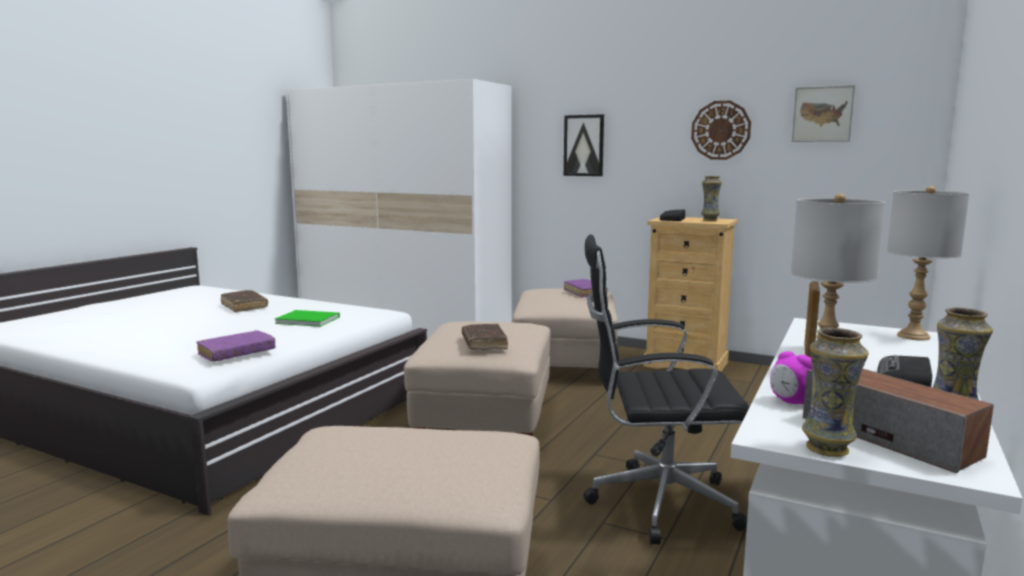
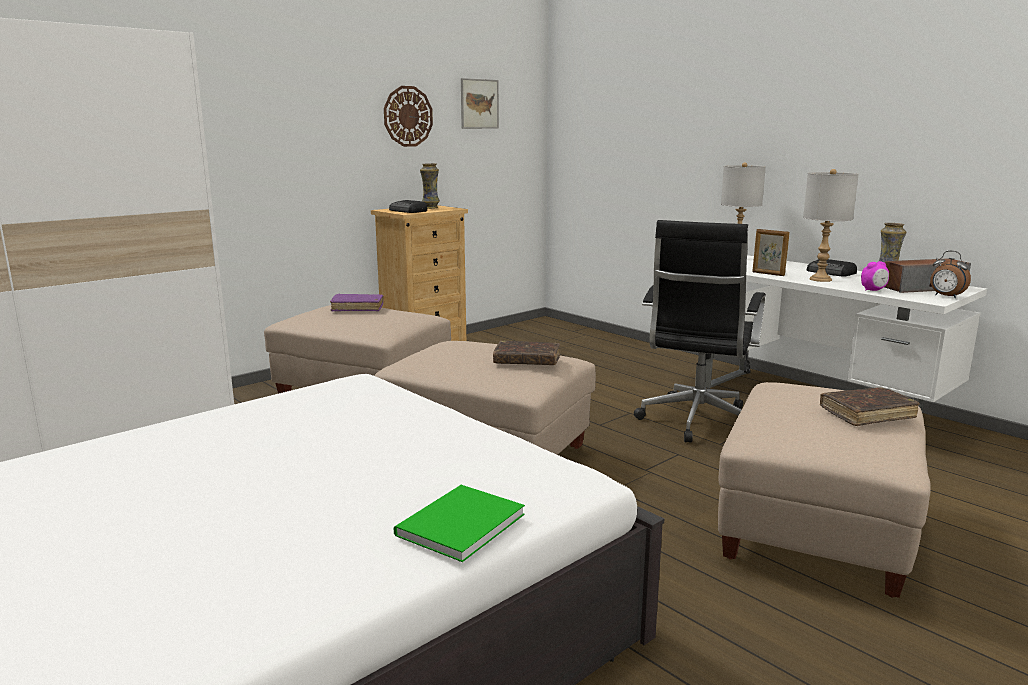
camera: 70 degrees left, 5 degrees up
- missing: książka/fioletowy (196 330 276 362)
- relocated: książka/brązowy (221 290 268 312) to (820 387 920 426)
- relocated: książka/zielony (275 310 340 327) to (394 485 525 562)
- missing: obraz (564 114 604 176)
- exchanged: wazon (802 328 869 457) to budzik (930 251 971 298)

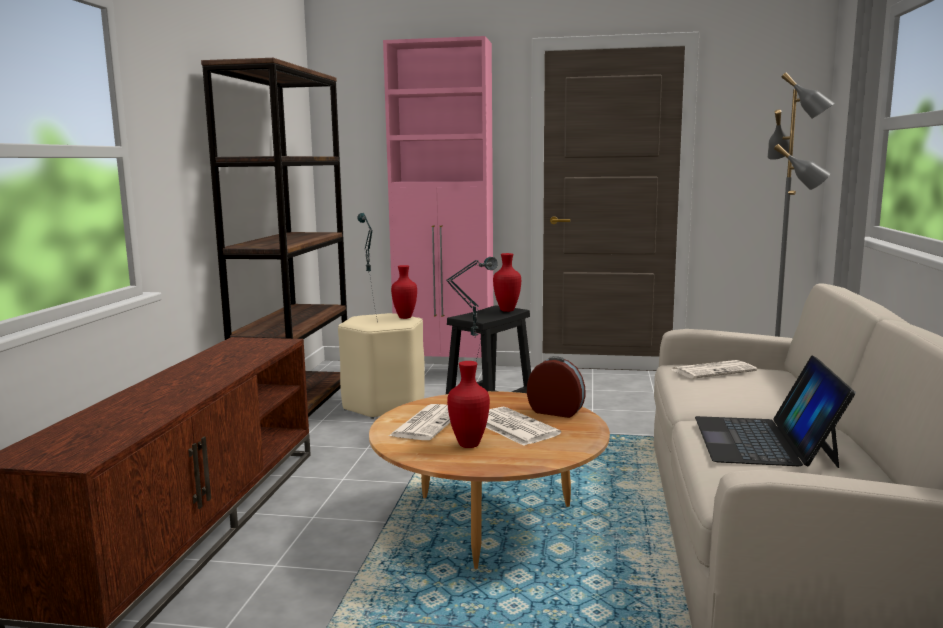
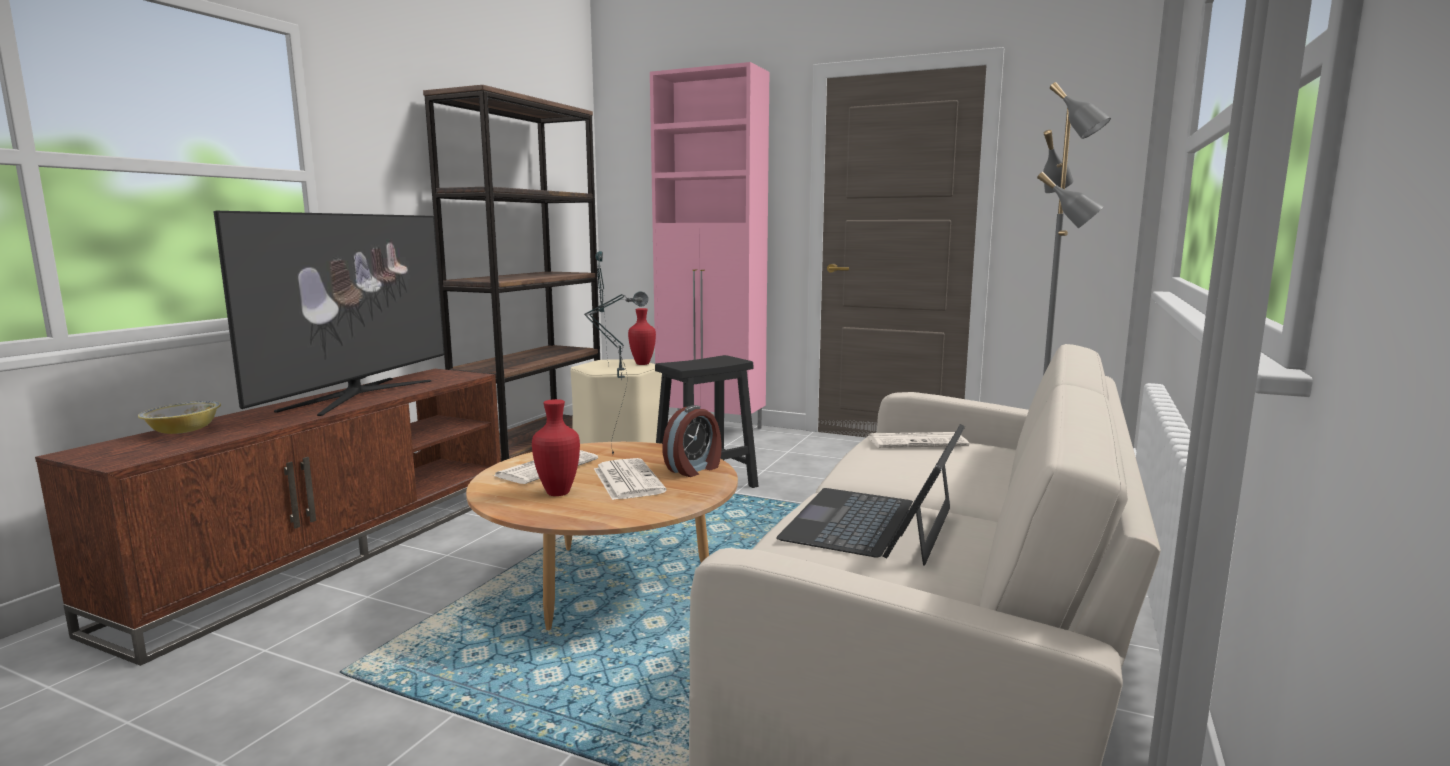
camera: 15 degrees right, 0 degrees up
- missing: wazon/czerwony (493 253 521 312)
- spun: budzik (527 356 586 418) = (663 405 722 477) 90 degrees clockwise
- appeared: miska (138 401 221 434)
- appeared: telewizor (214 211 445 416)

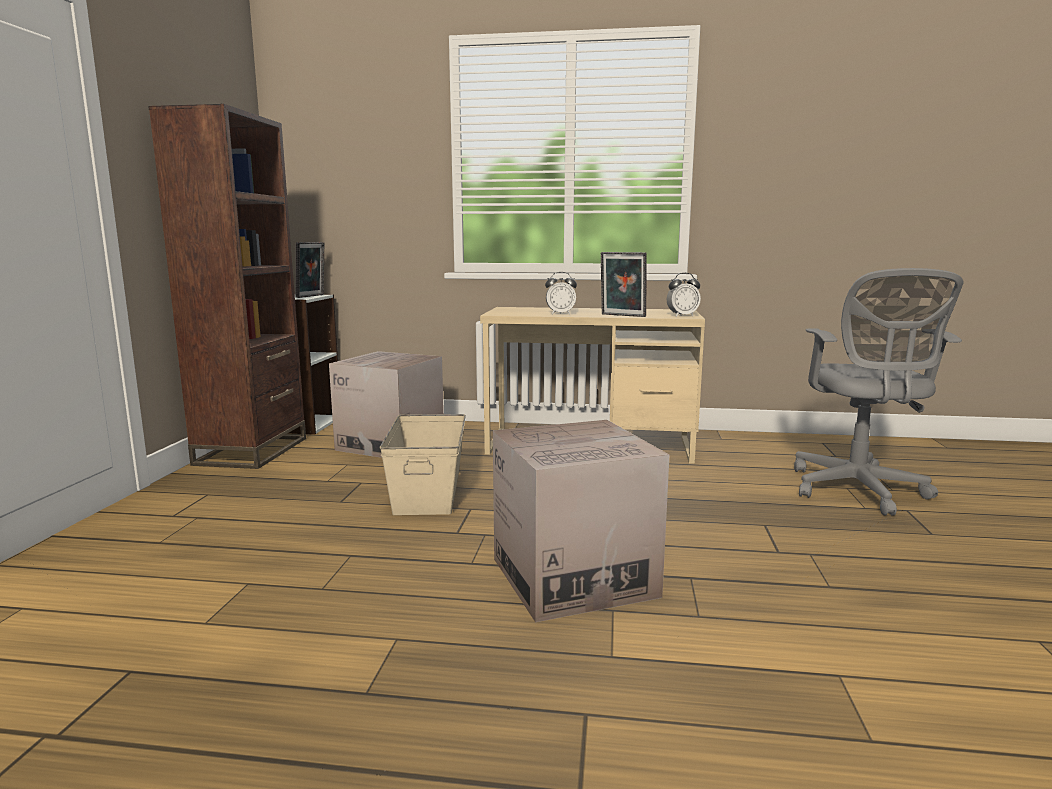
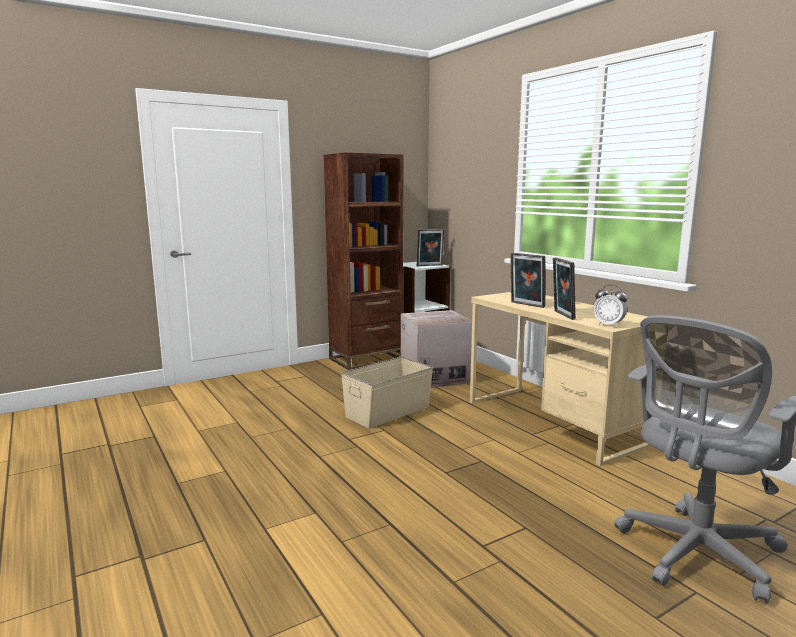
camera: 50 degrees right, 0 degrees up
- missing: karton (493 420 669 622)
- exchanged: budzik (545 272 577 315) to ramka na zdjęcie (510 253 545 308)

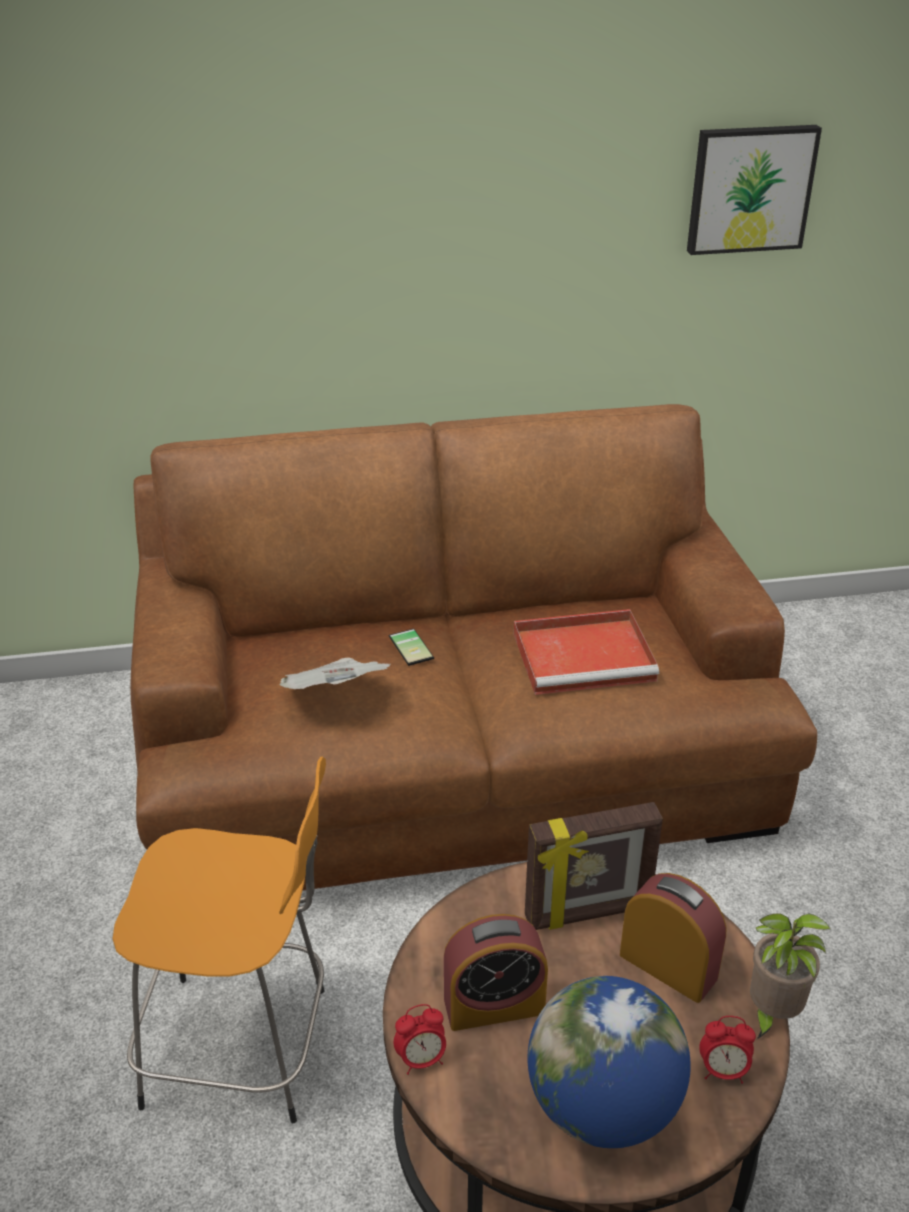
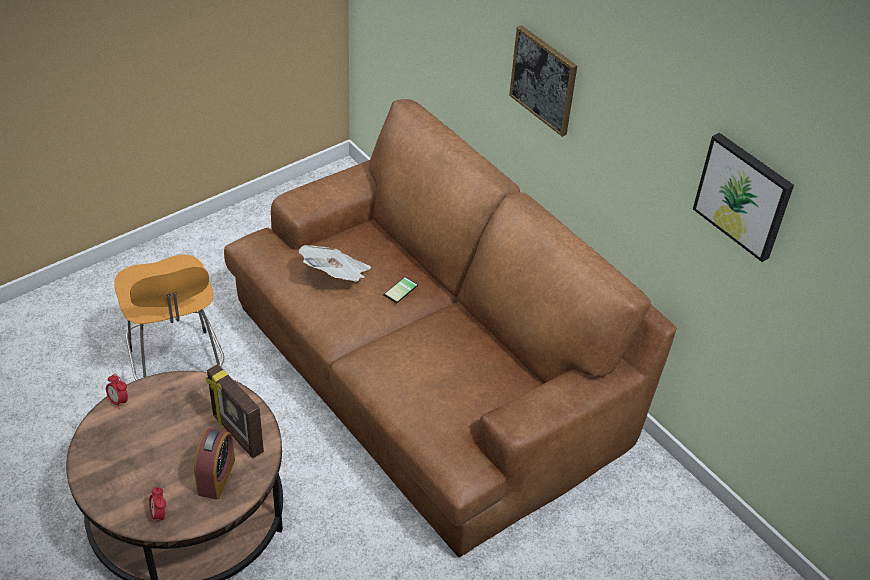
camera: 60 degrees right, 10 degrees up
- missing: budzik (444 914 548 1031)
- missing: taca/czerwony (514 609 659 695)
- missing: globus (527 976 691 1148)
- missing: roślina doniczkowa (750 914 831 1039)
- appeared: obraz (509 25 577 137)

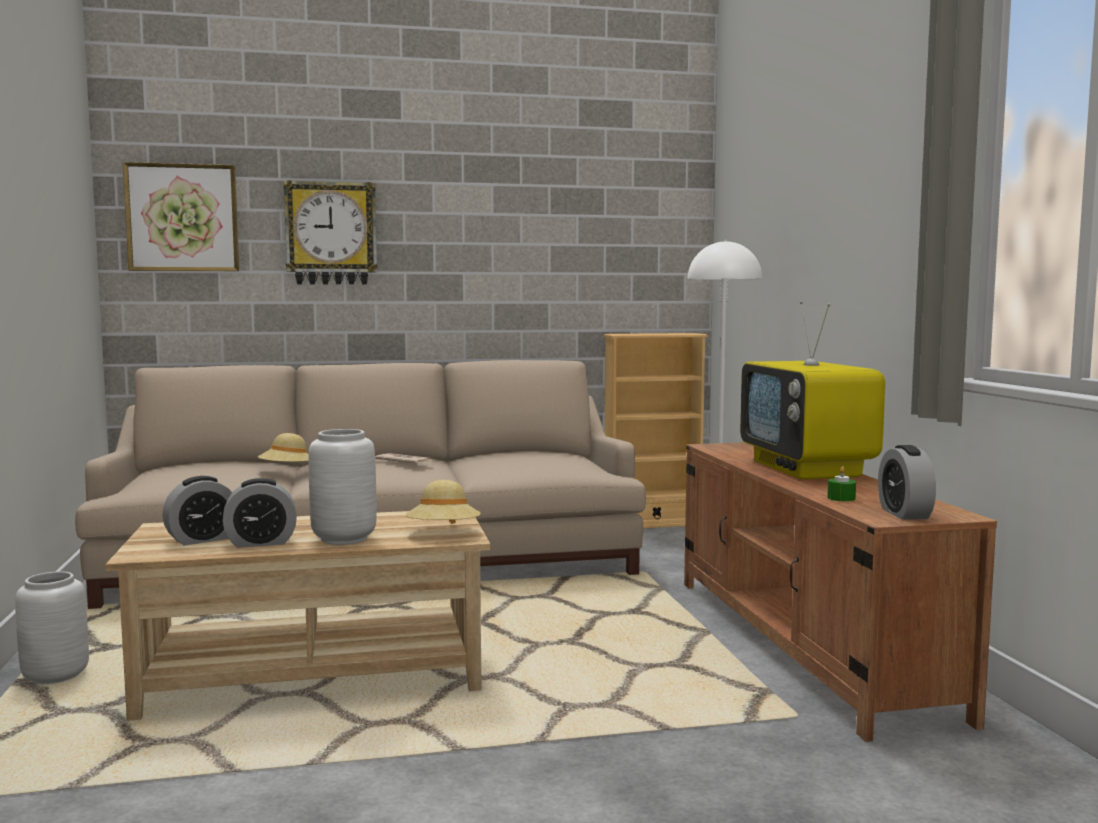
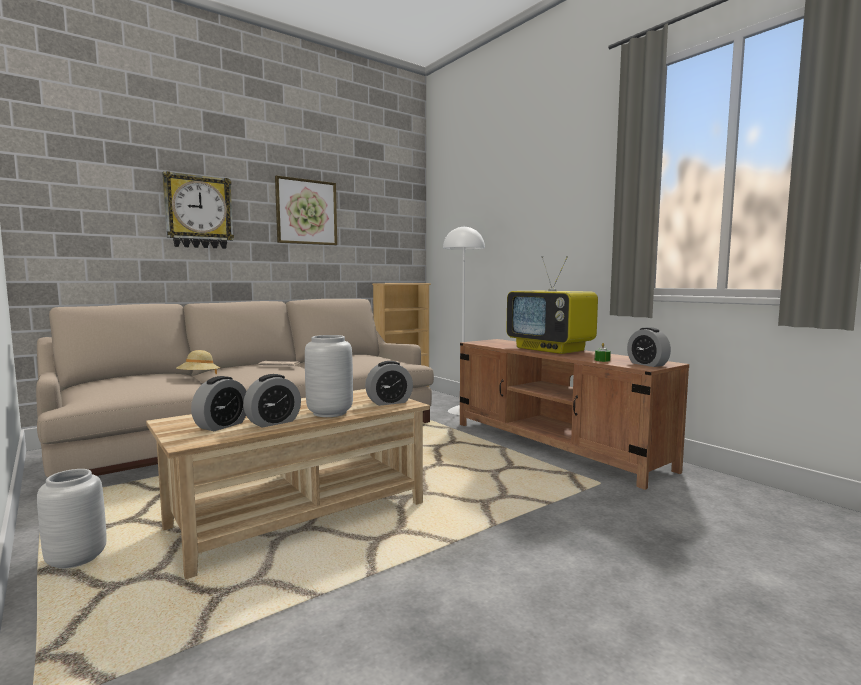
camera: 25 degrees left, 0 degrees up
- relocated: obraz (123 162 239 271) to (275 176 337 245)
- exchanged: kapelusz/beżowy (405 480 481 524) to budzik (365 361 413 406)

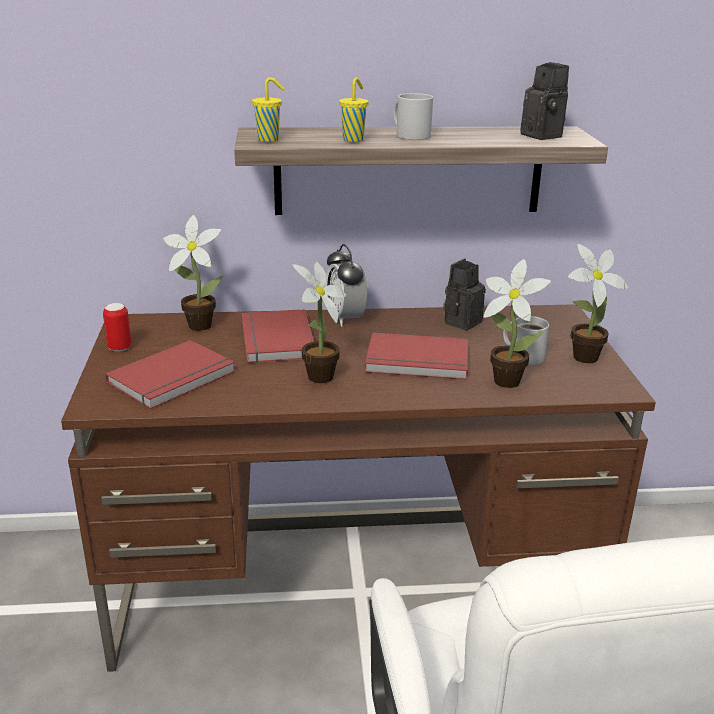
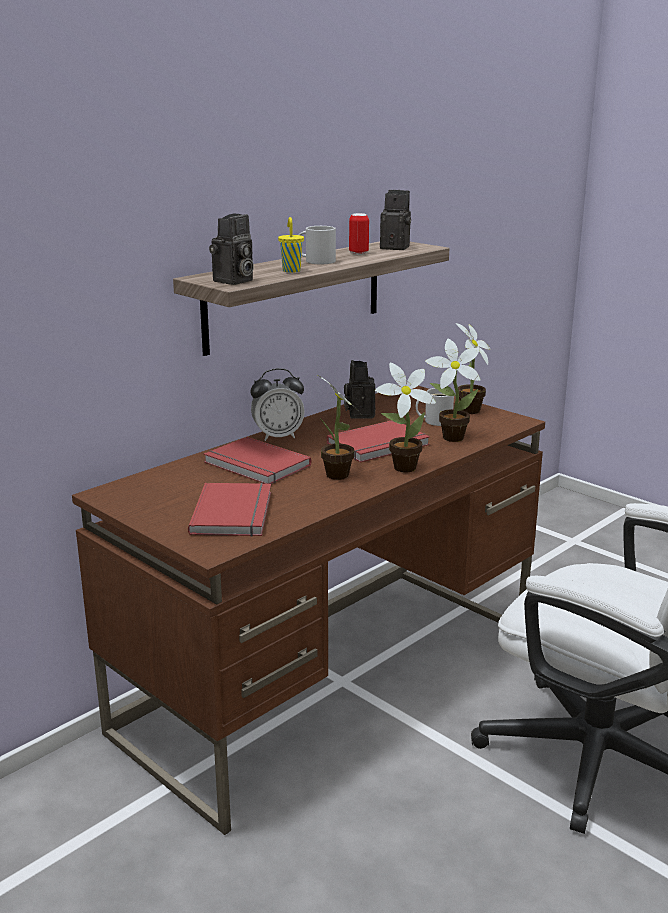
camera: 40 degrees left, 5 degrees down
- relocated: puszka (103 303 132 352) to (349 213 369 255)
- relocated: roślina doniczkowa (163 215 223 331) to (375 363 436 472)
- exchanged: filiżanka/żółty (252 77 285 142) to aparat fotograficzny (209 213 254 285)
- spun: budzik (325 244 367 327) = (251 368 305 441) 45 degrees counterclockwise

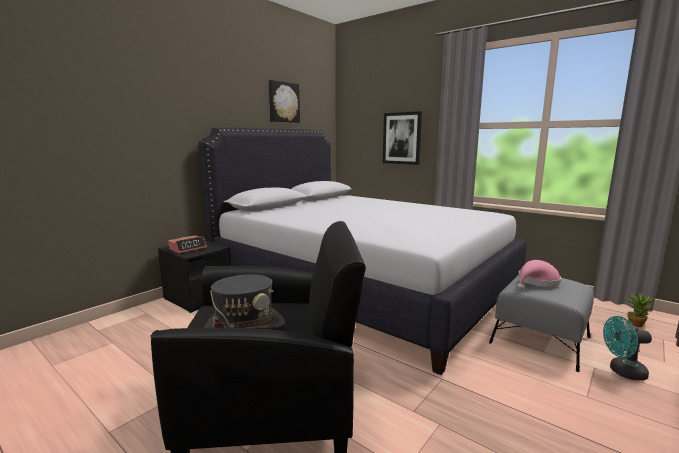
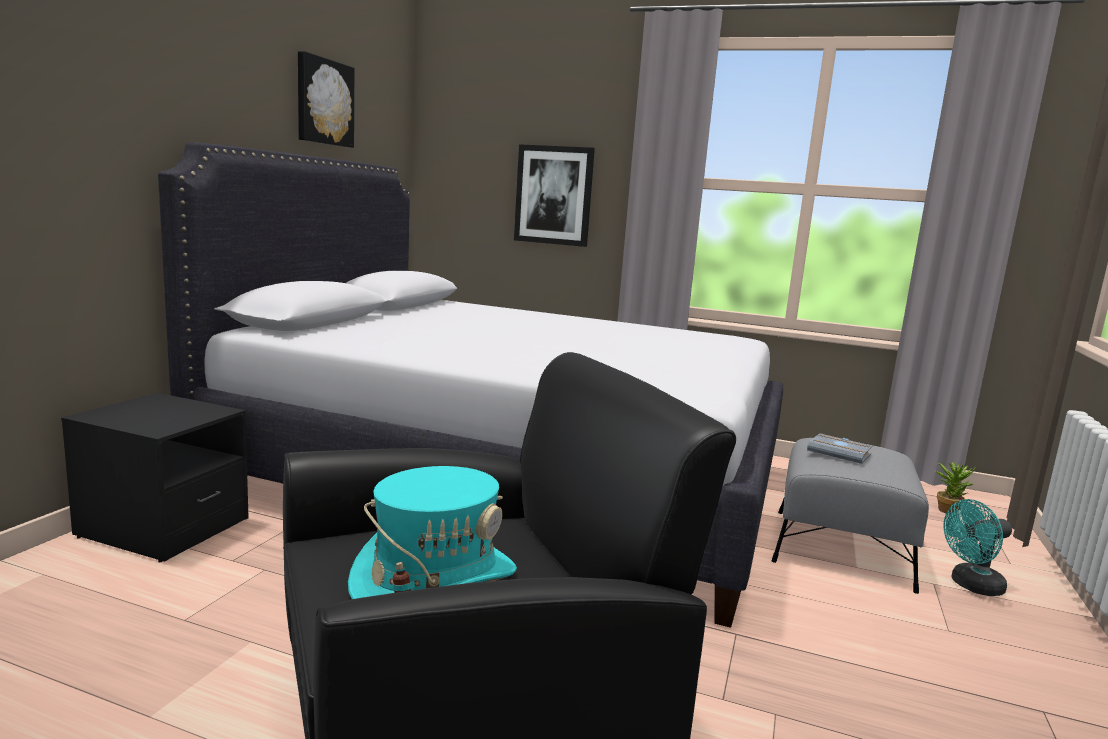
camera: 20 degrees left, 0 degrees up
- missing: budzik (169 235 207 254)
- colour: kapelusz/szary (204 274 285 330) to kapelusz/turkusowy (348 466 517 599)
- exchanged: kapelusz/różowy (517 260 561 289) to książka/szary (807 434 872 464)

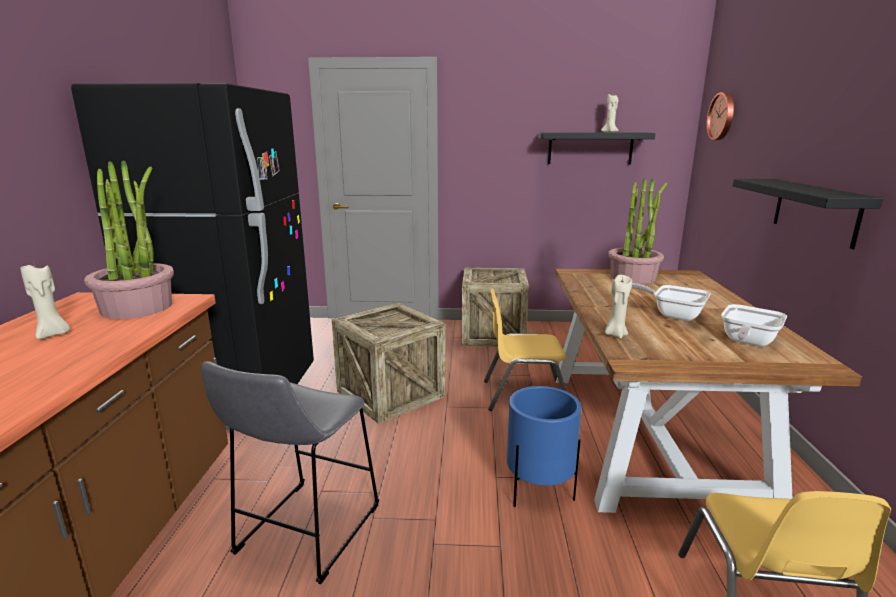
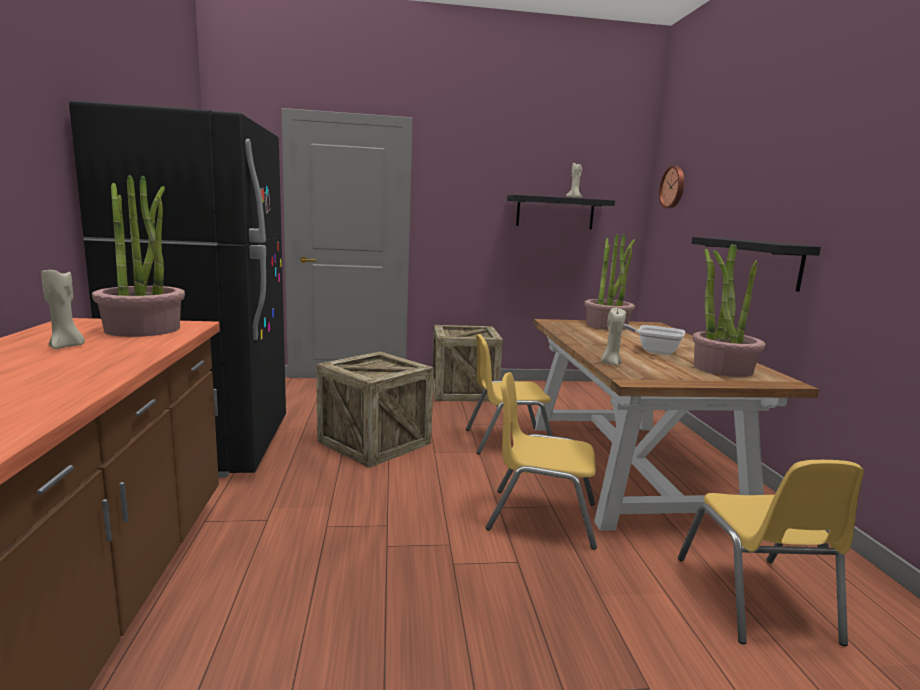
camera: 10 degrees left, 5 degrees down
- missing: stołek/szary (201 361 379 584)
- exchanged: donica/niebieski (507 386 582 507) to krzesło/żółty (485 372 597 550)
- exchanged: patelnia (721 304 787 347) to roślina doniczkowa (692 244 765 377)

